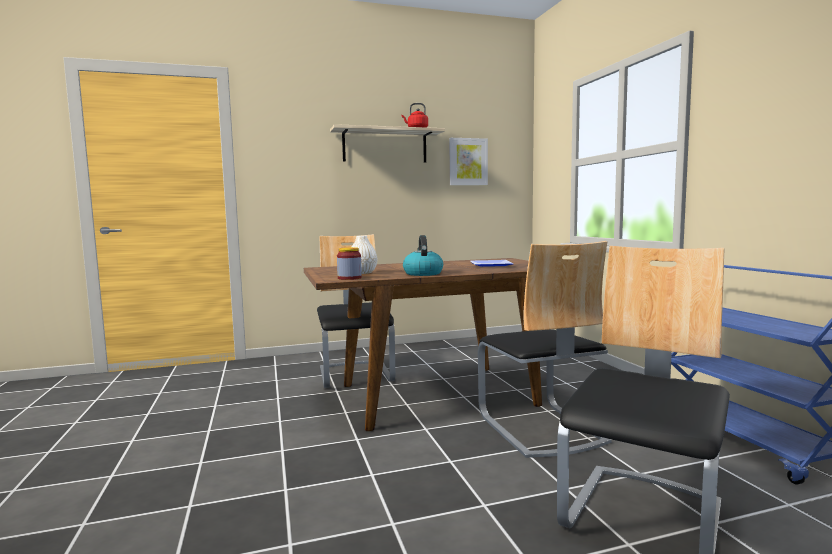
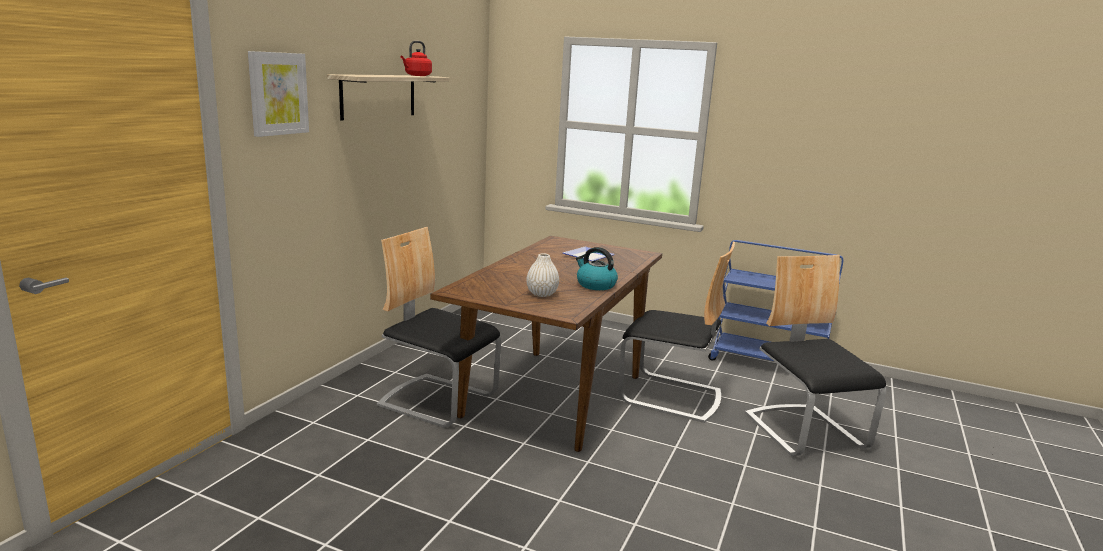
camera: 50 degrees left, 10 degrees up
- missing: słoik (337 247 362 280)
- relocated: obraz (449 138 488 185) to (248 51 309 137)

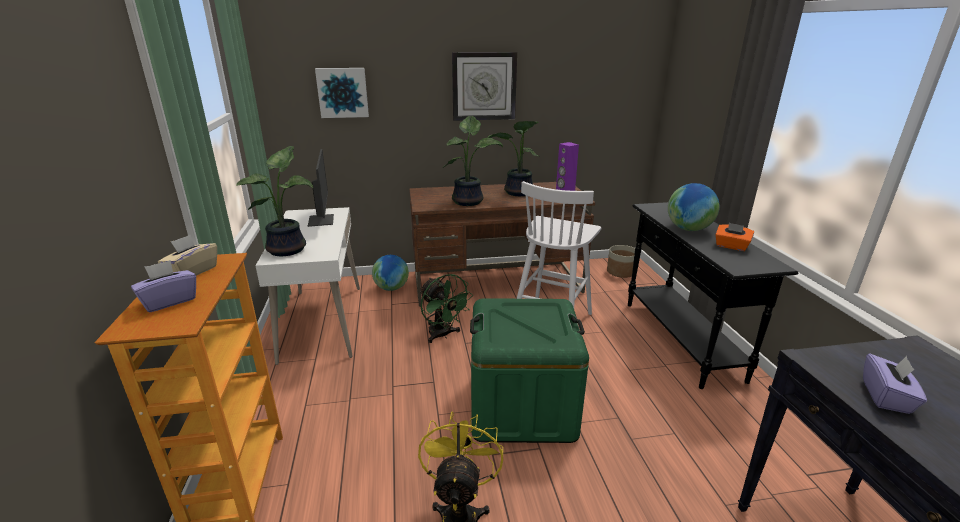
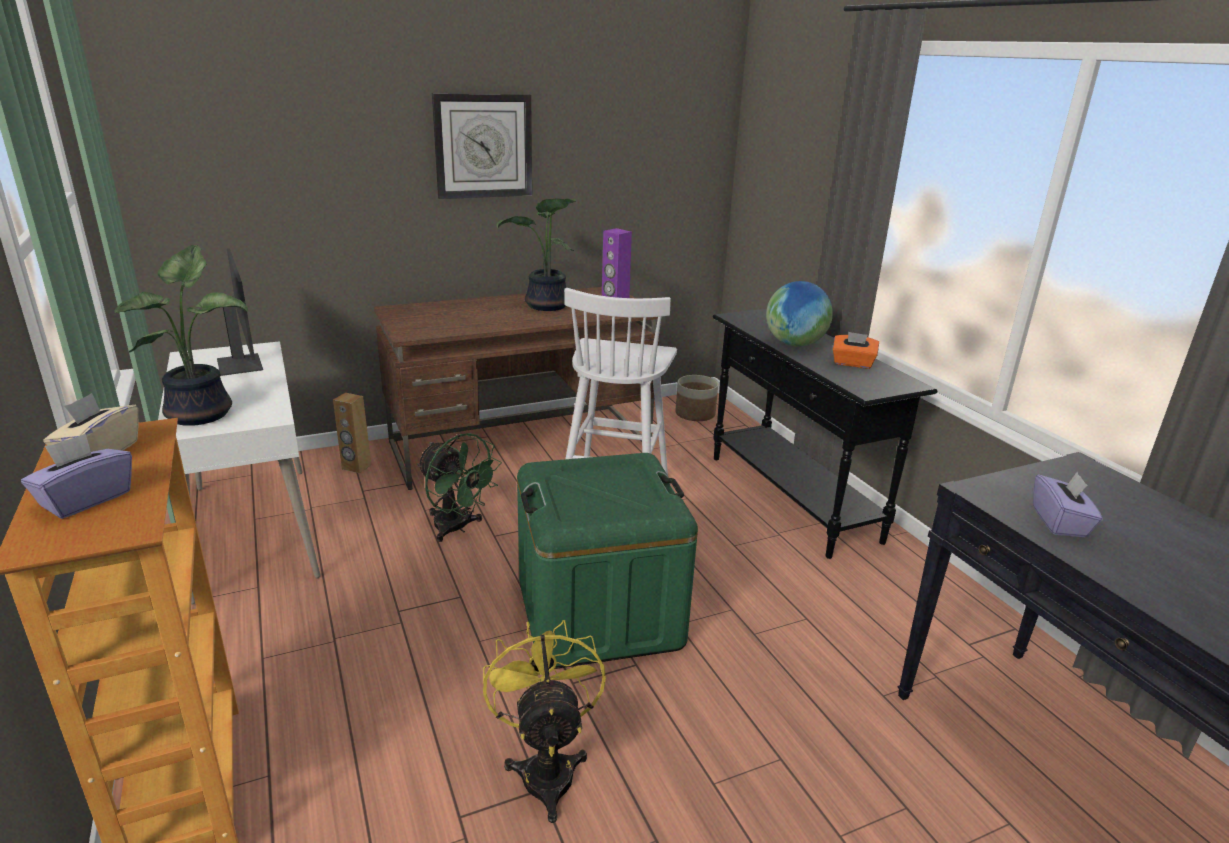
camera: 15 degrees left, 0 degrees up
- missing: obraz (315 68 369 118)
- exchanged: globus (372 255 409 291) to głośnik/brązowy (333 393 371 473)
- missing: roślina doniczkowa (442 116 503 206)

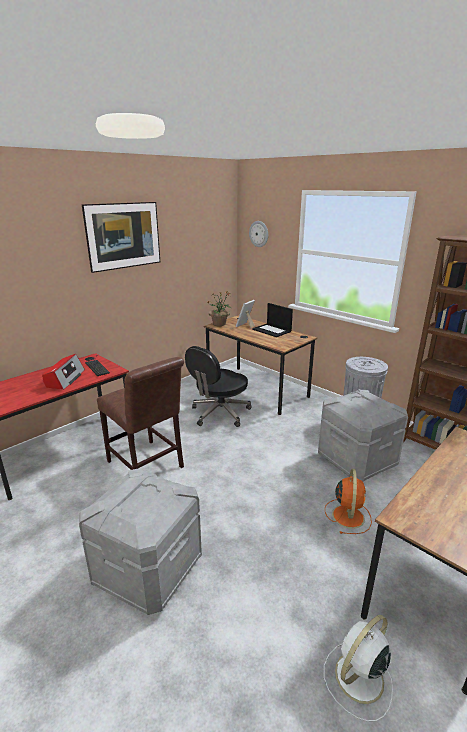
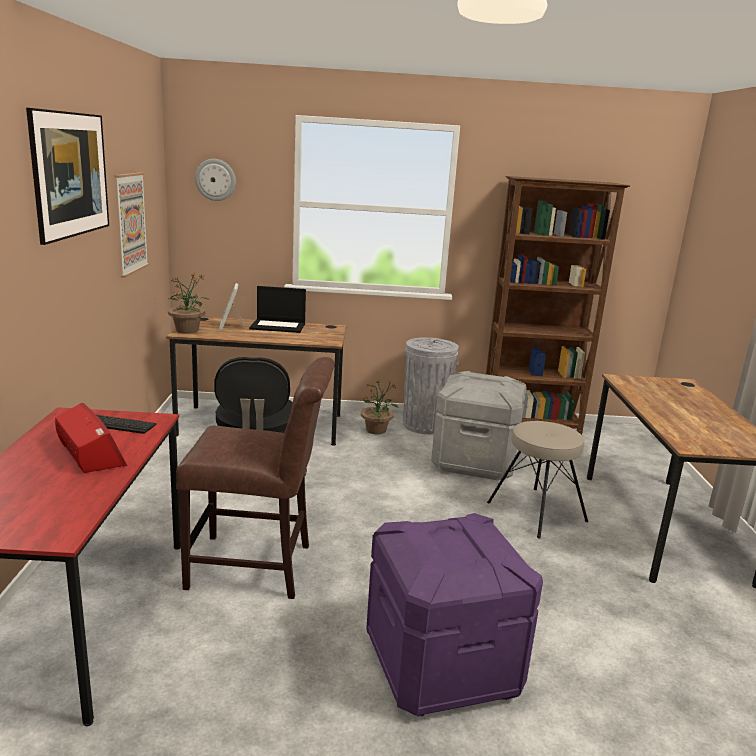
camera: 45 degrees left, 5 degrees down
- colour: pojemnik do przechowywania/szary (79 468 202 615) to pojemnik do przechowywania/fioletowy (366 513 543 716)
- missing: wentylator/biały (324 615 393 722)
- exchanged: wentylator/pomarańczowy (325 469 372 534) to stołek/beżowy (487 421 588 539)
- appeared: obraz (114 172 149 278)
- appeared: roślina doniczkowa (361 380 399 434)

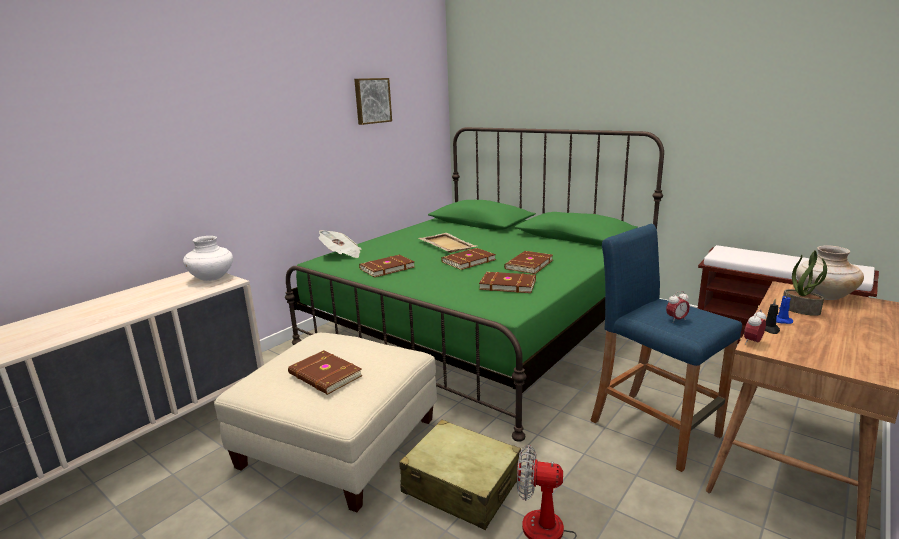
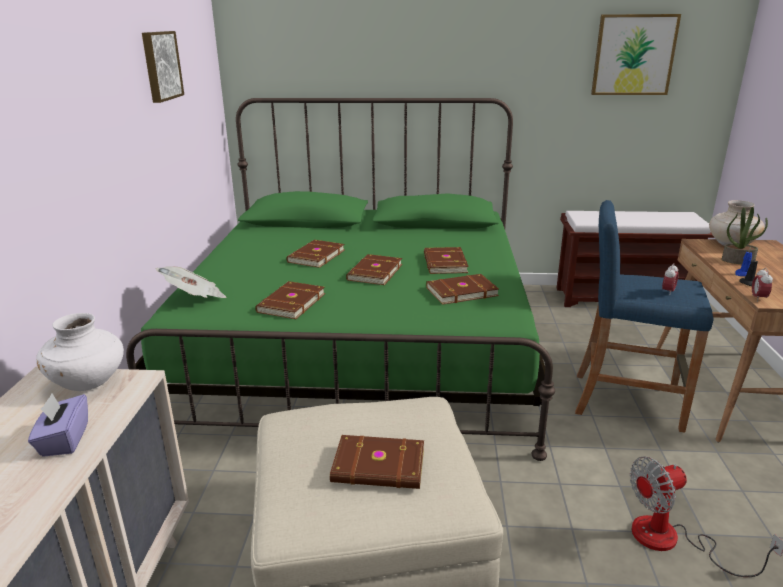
camera: 35 degrees left, 5 degrees up
- missing: walizka/beżowy (399 420 521 530)
- exchanged: taca/beżowy (419 233 476 253) to książka/brązowy (286 240 345 268)
- appeared: pudełko chusteczek/fioletowy (28 394 88 457)
- appeared: obraz (591 14 681 95)

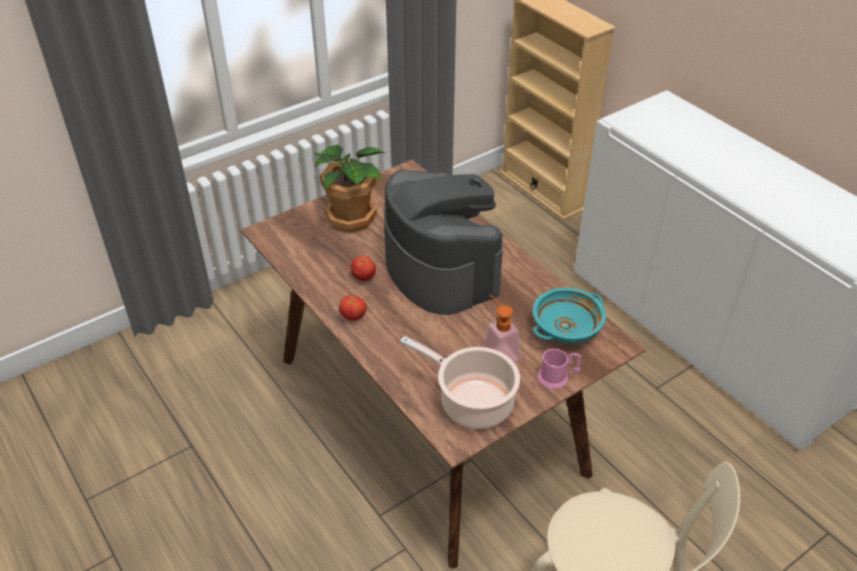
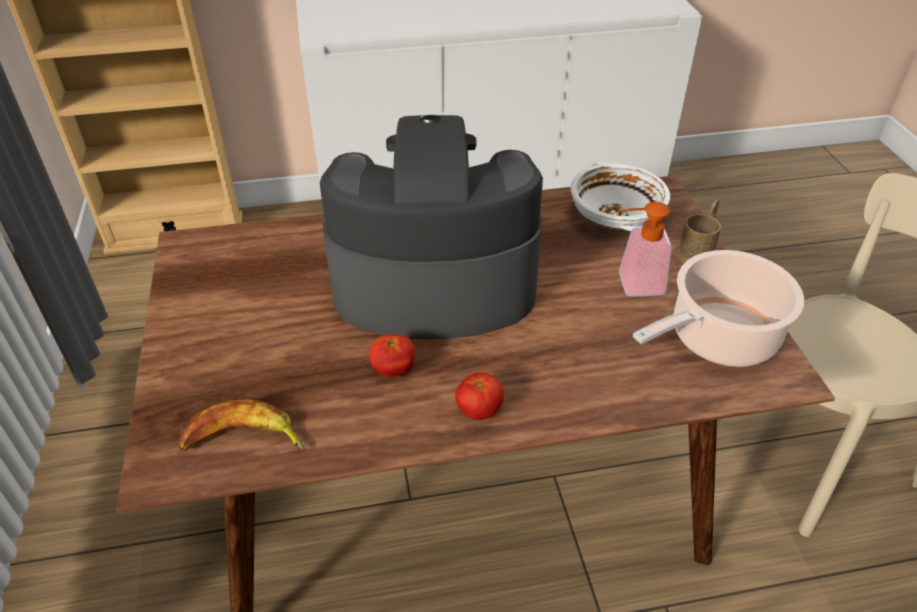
camera: 65 degrees left, 0 degrees up
- missing: roślina doniczkowa (314 145 386 233)
- colour: miska/turkusowy (533 288 606 344) to miska/biały (570 162 670 231)
- colour: kubek/różowy (538 349 581 389) to kubek/brązowy (674 199 721 263)
- appeared: banan (179 399 304 451)

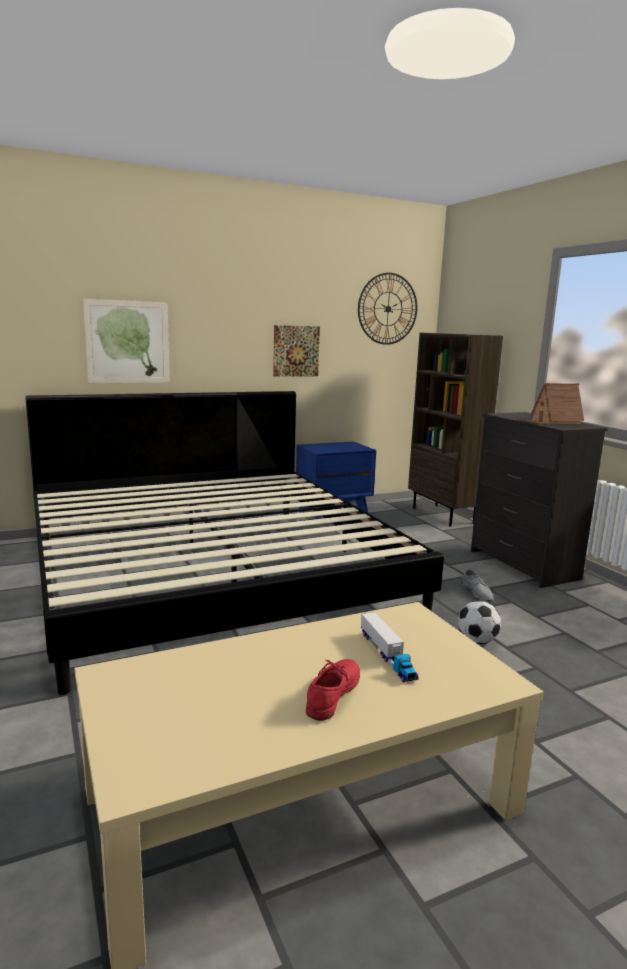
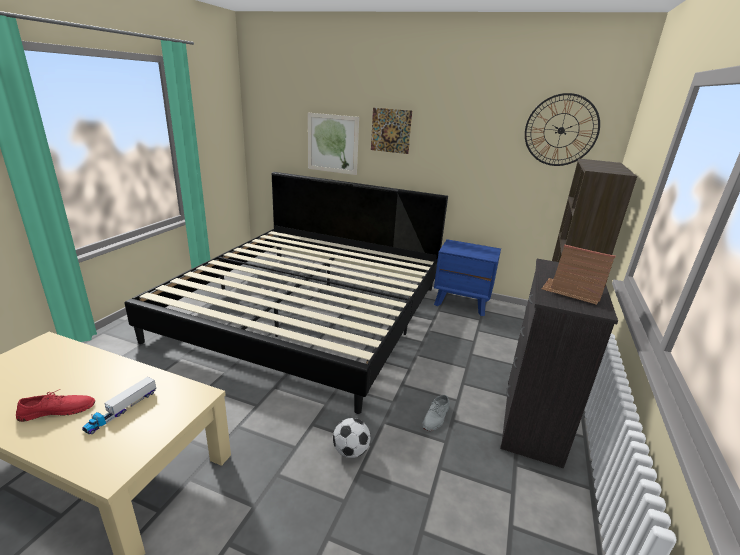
camera: 45 degrees right, 10 degrees up
- relocated: obraz (273 325 320 377) to (371 108 412 154)

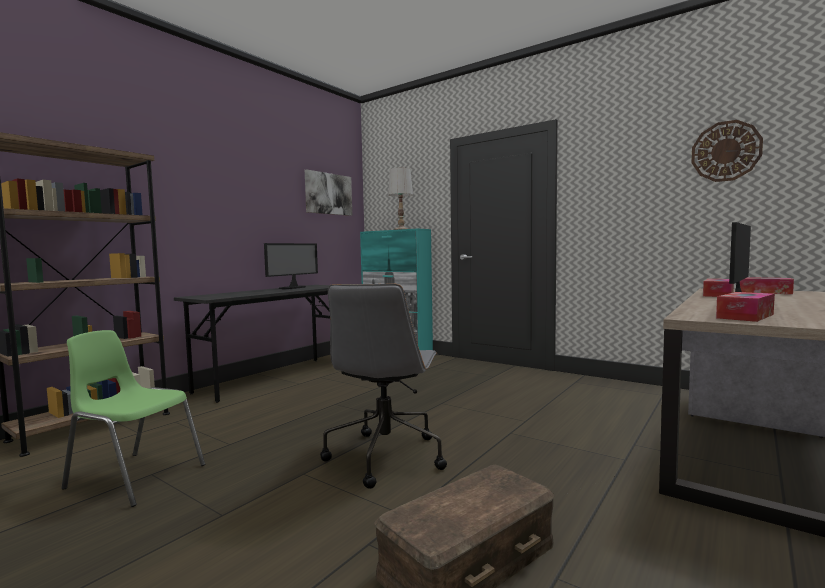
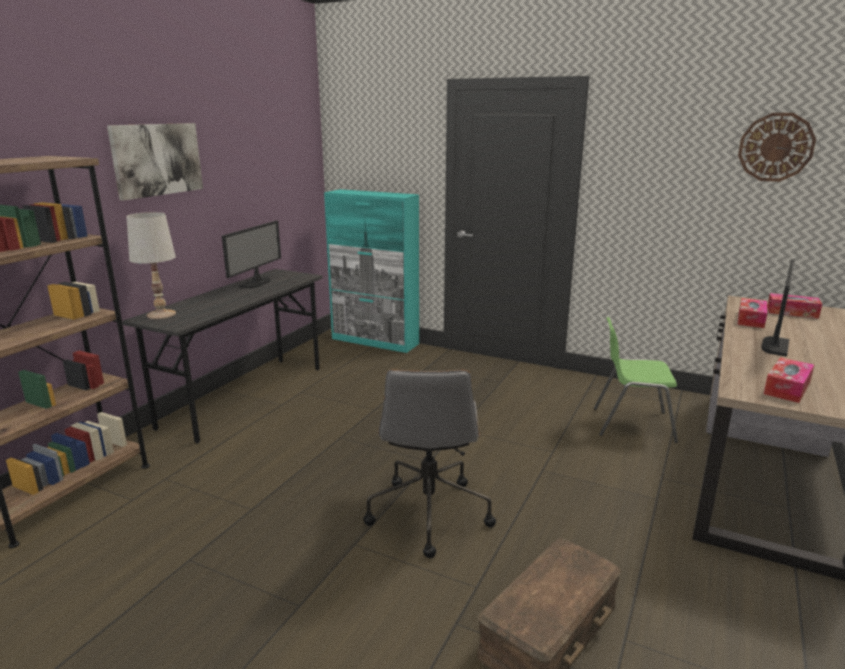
camera: 10 degrees left, 15 degrees up
- relocated: krzesło/zielony (62 330 205 507) to (594 317 678 443)
- relocated: obraz (305 169 352 216) to (107 123 203 201)
- relocated: lampa stołowa/biały (388 168 413 230) to (126 212 176 319)

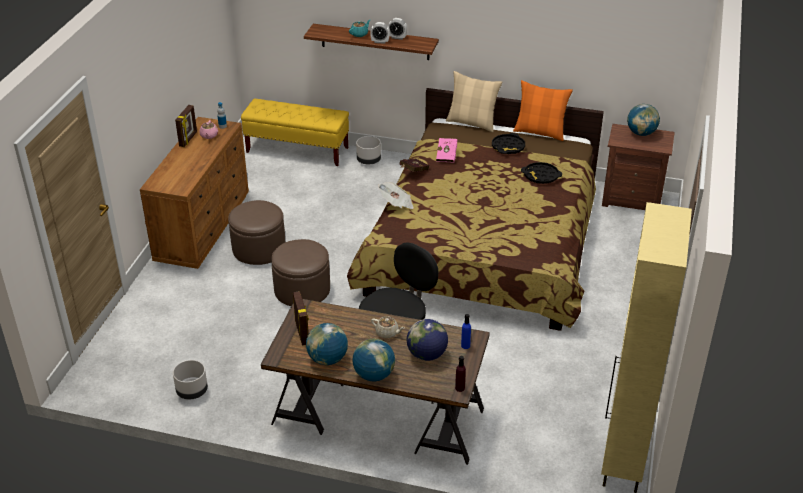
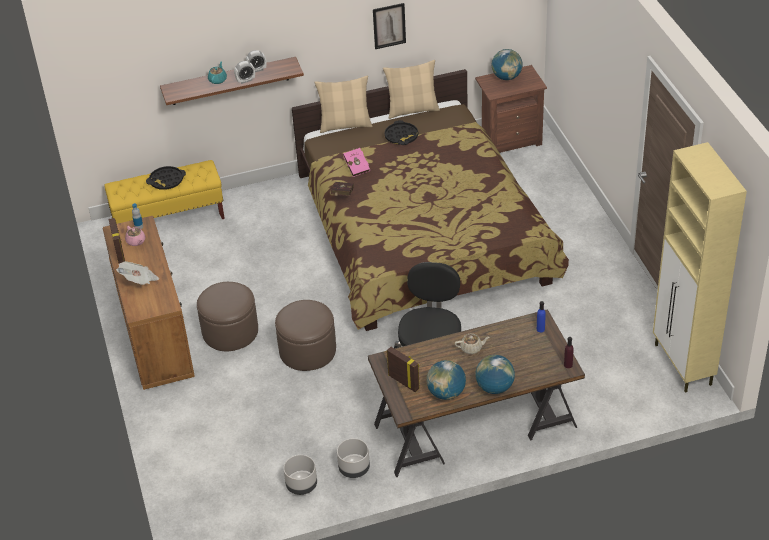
camera: 30 degrees left, 5 degrees up
- relocated: donica/szary (356 136 381 164) to (337 438 370 478)
- relocated: gazeta (378 182 414 209) to (116 261 159 285)
- missing: globus (407 319 448 361)
- colour: poduszka/pomarańczowy (513 80 573 141) to poduszka/beżowy (383 60 440 119)
- relocated: taca/czarny (521 162 562 184) to (146 166 186 190)
- appeared: obraz (373 3 406 49)

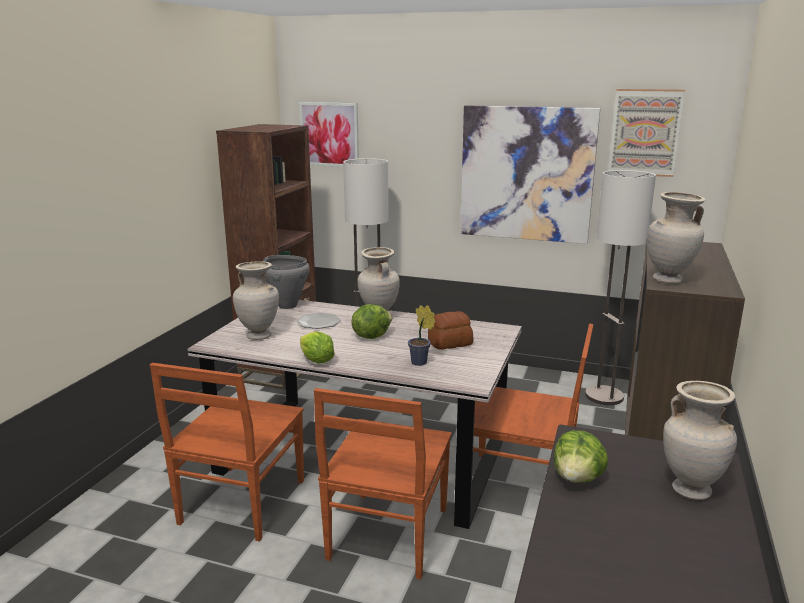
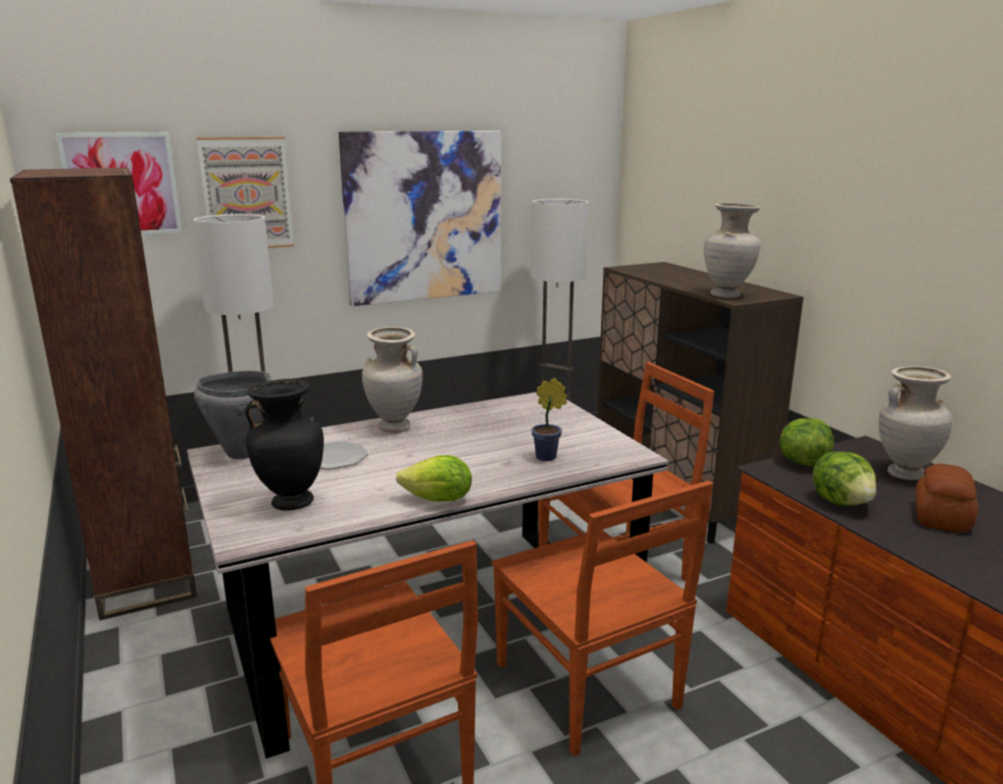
camera: 45 degrees left, 0 degrees up
- colour: wazon/beżowy (233 261 279 340) to wazon/czarny (245 379 324 511)
- relocated: sałata (351 304 392 339) to (779 418 834 466)
- relocated: chleb (428 311 474 350) to (915 464 978 532)
- relocated: obraz (608 89 685 177) to (196 137 294 248)

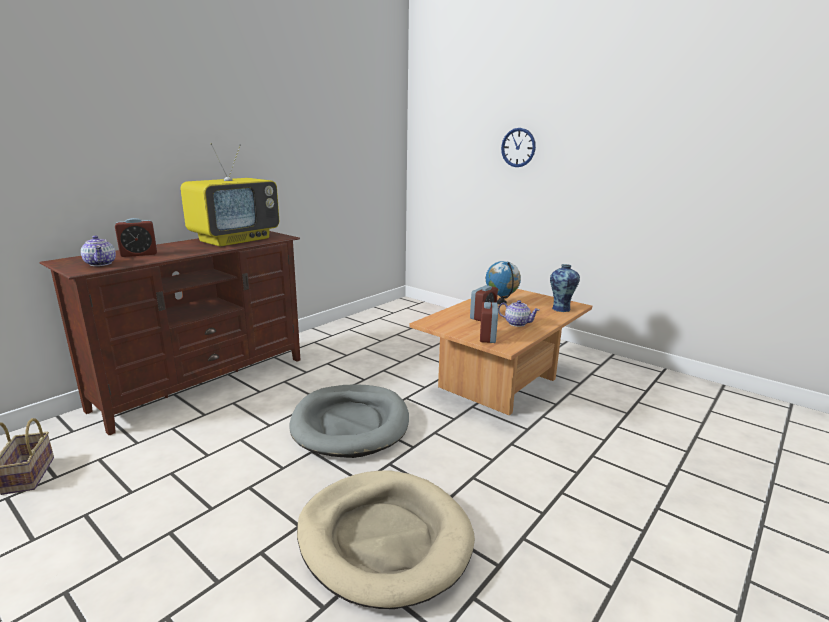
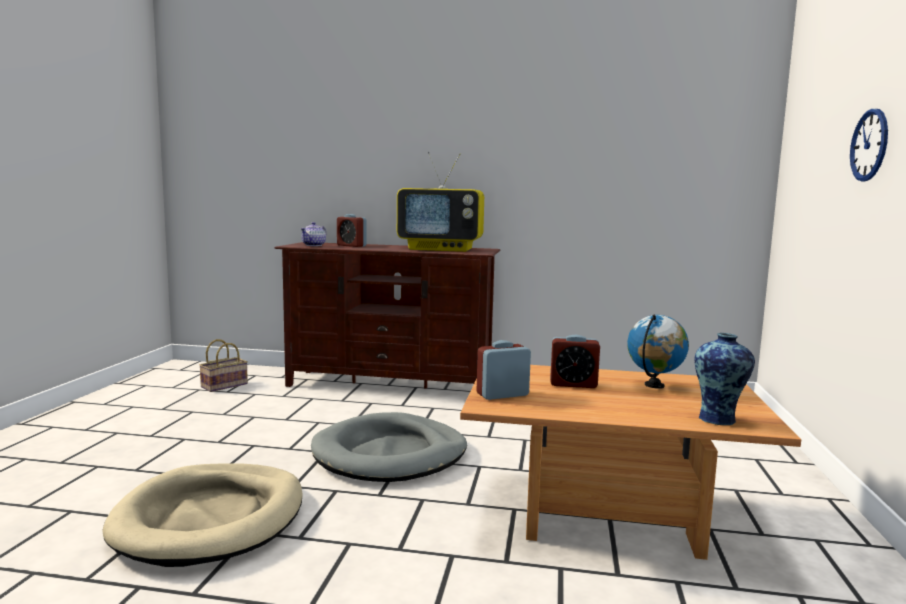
camera: 60 degrees right, 10 degrees down
- missing: imbryk (498 300 539 327)

